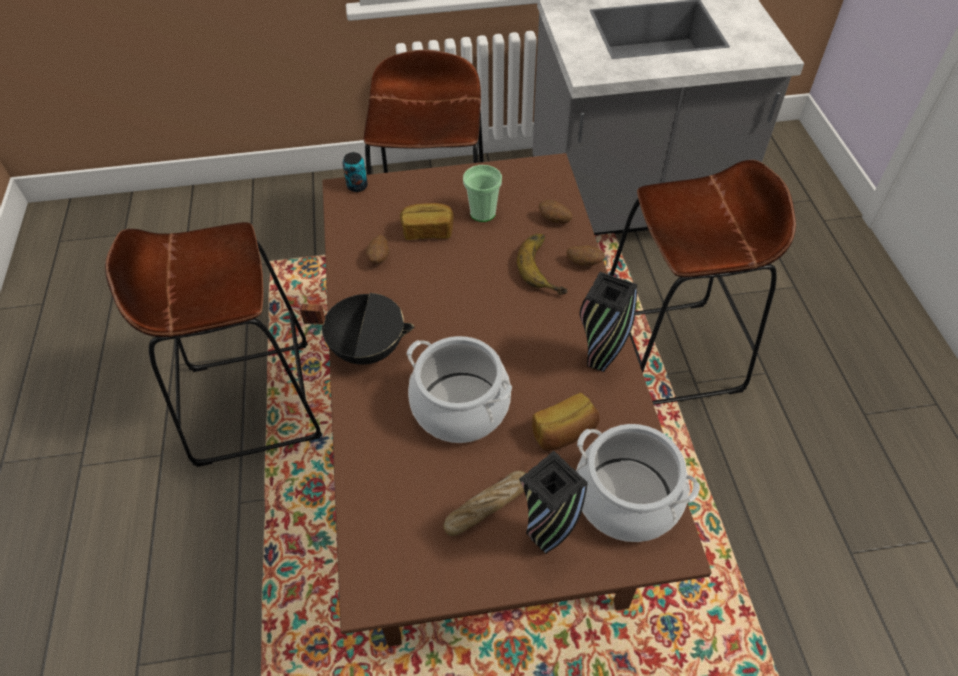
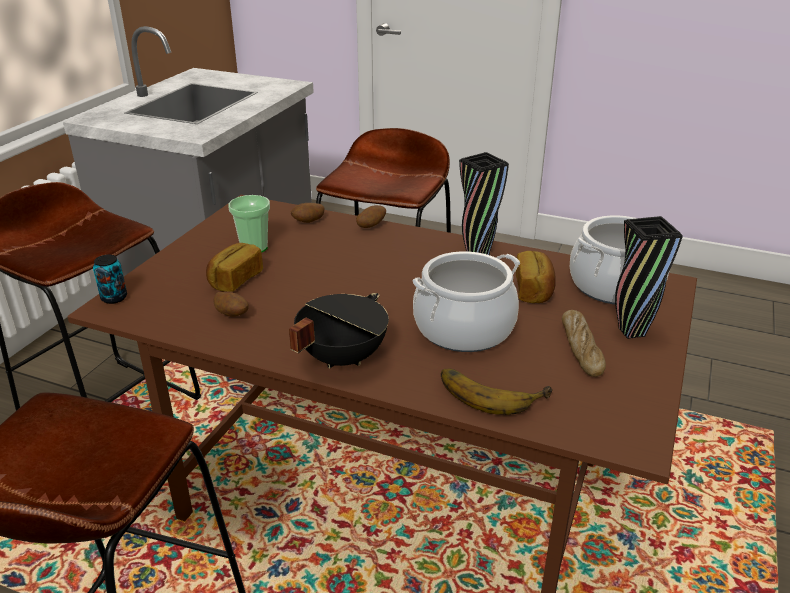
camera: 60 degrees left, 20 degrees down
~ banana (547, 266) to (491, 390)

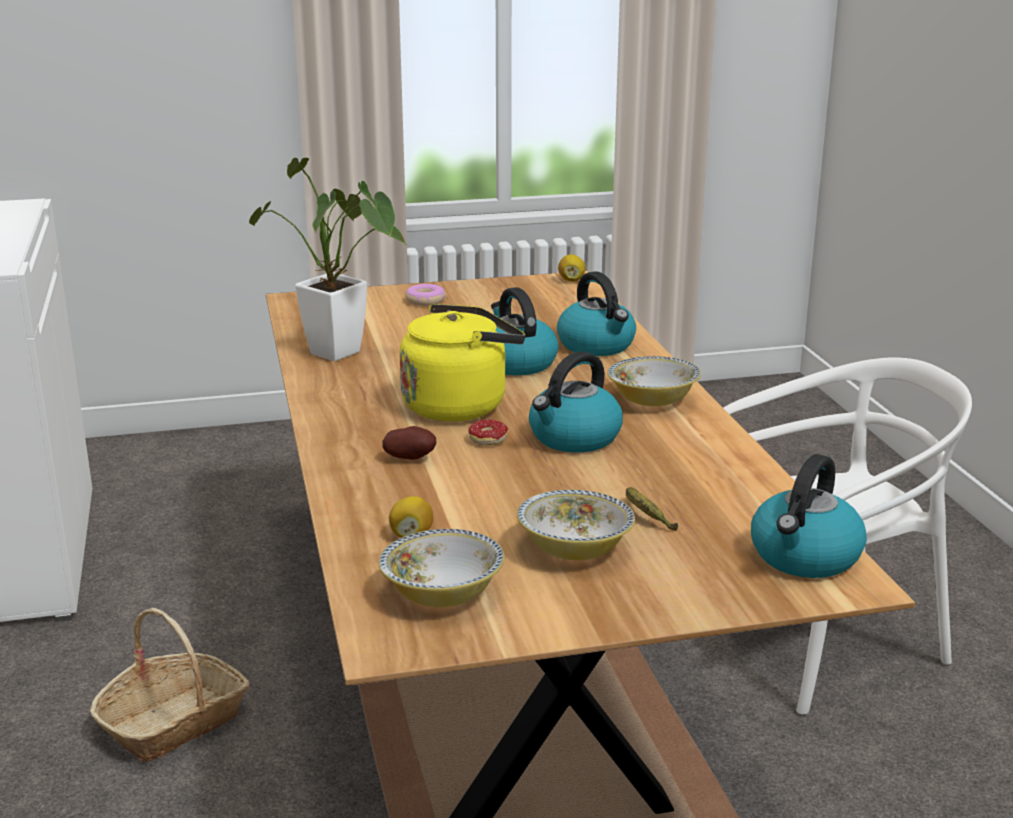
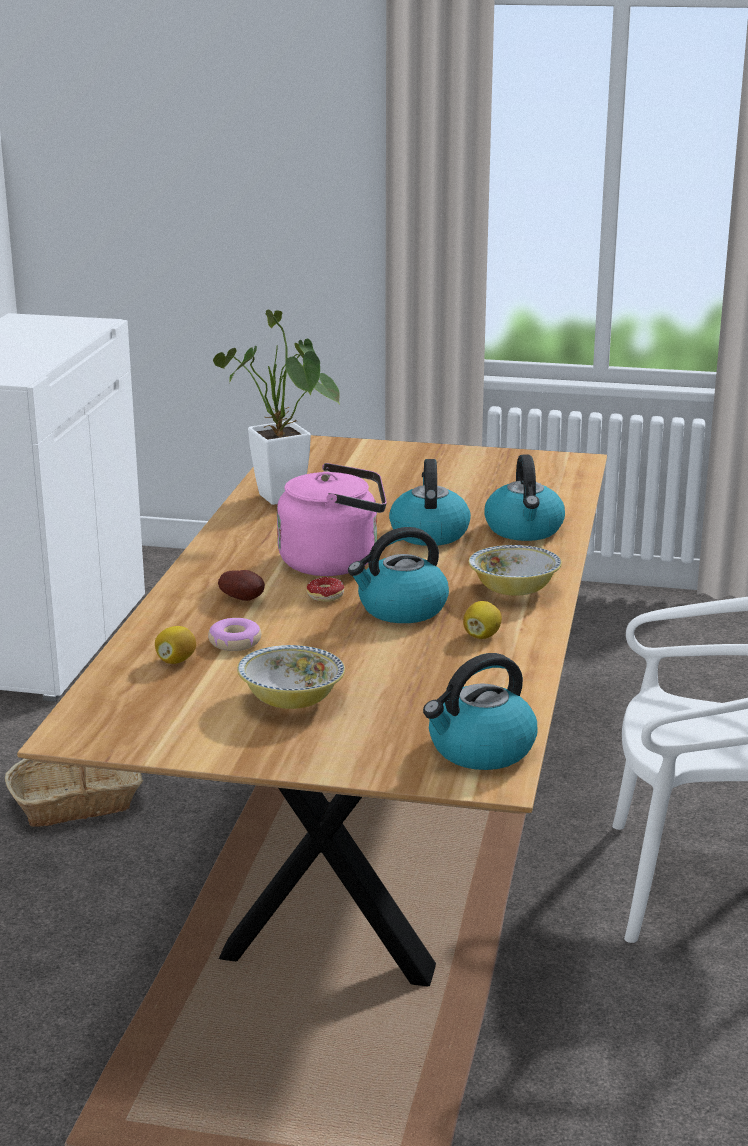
camera: 25 degrees right, 0 degrees up
~ lemon (571, 280) to (481, 636)
~ donut (425, 301) to (235, 642)
~ yellow kettle (459, 405) to pink kettle (335, 562)
- banana (645, 516)
- bowl (442, 594)

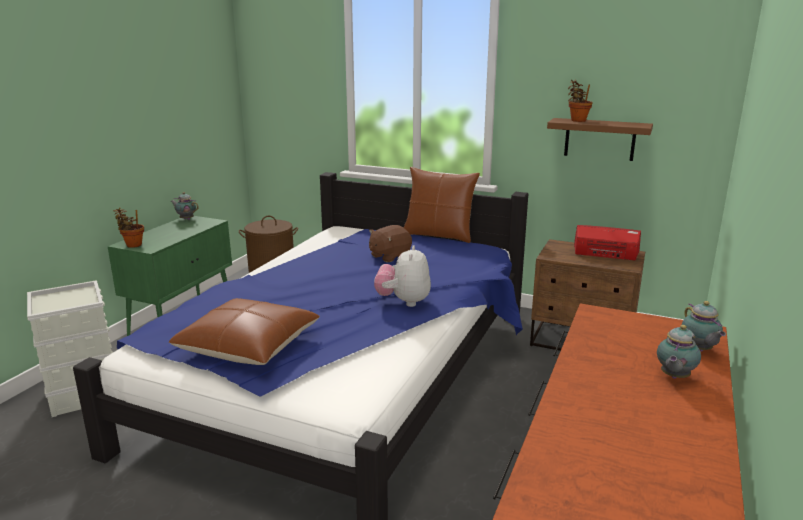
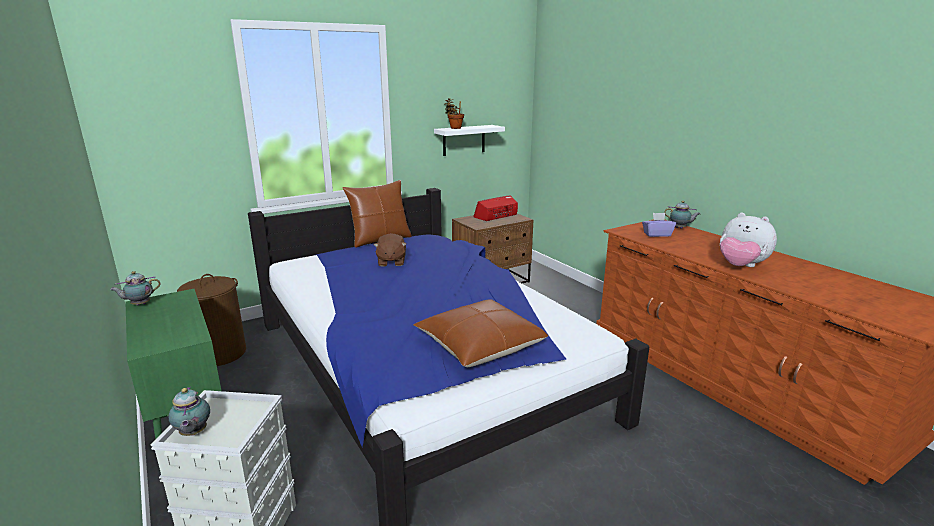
camera: 55 degrees left, 0 degrees up
~ brown shelf (599, 139) to white shelf (464, 140)
- potted plant (132, 245)
~ plush toy (403, 302) to (741, 266)
~ teapot (673, 377) to (193, 433)
+ purple tissue box (657, 234)

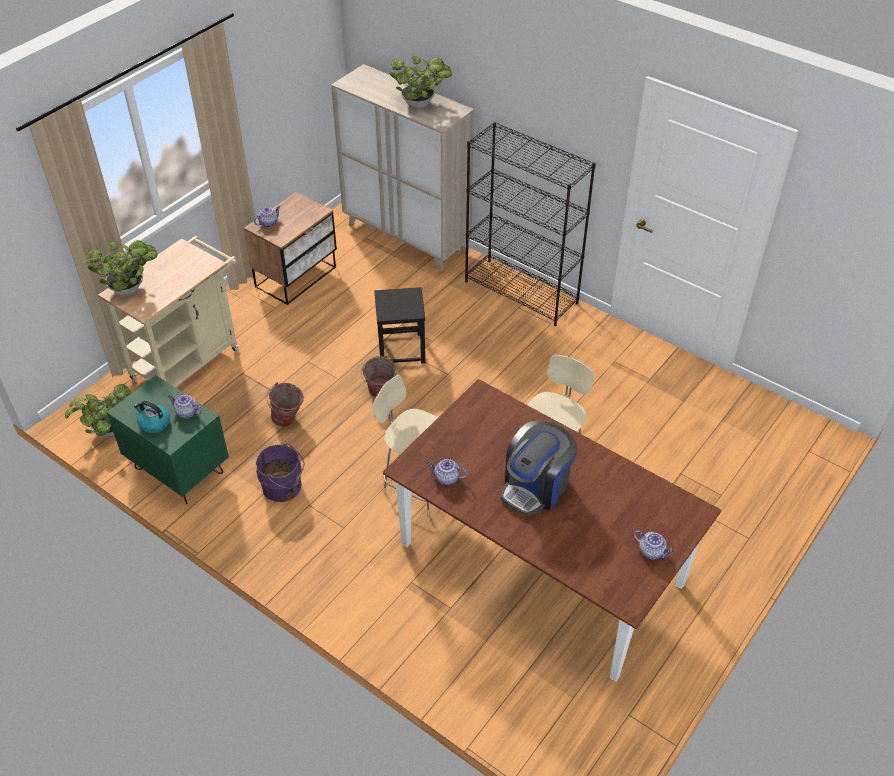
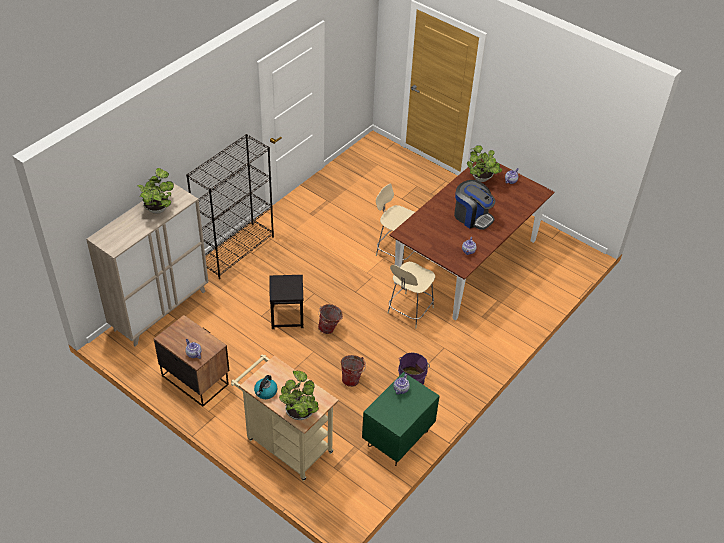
camera: 90 degrees left, 0 degrees up
~ potted plant (108, 430) to (482, 179)
~ kettle (154, 423) to (265, 392)

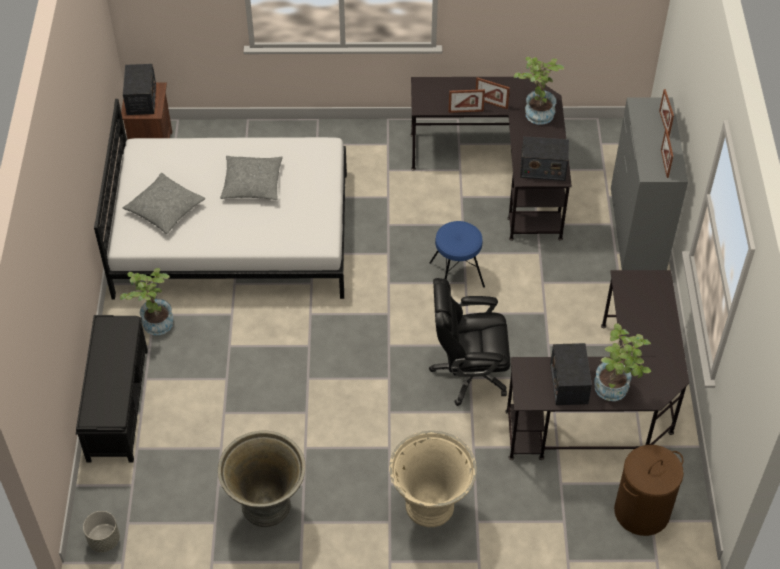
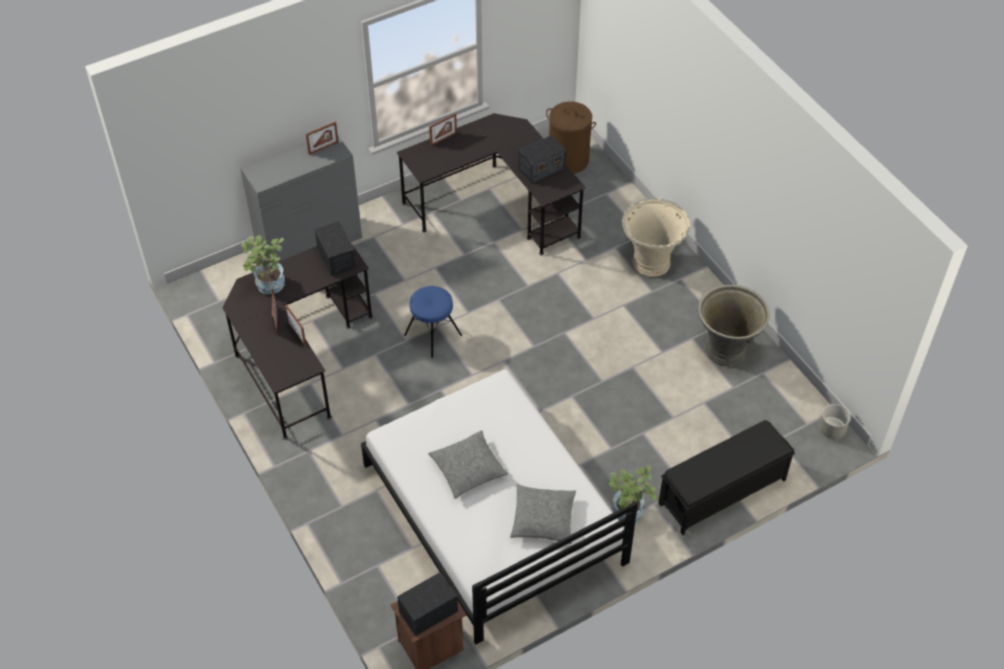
camera: 120 degrees left, 0 degrees up
~ picture frame (664, 124) to (443, 139)
- black office chair (469, 373)
- potted plant (616, 389)

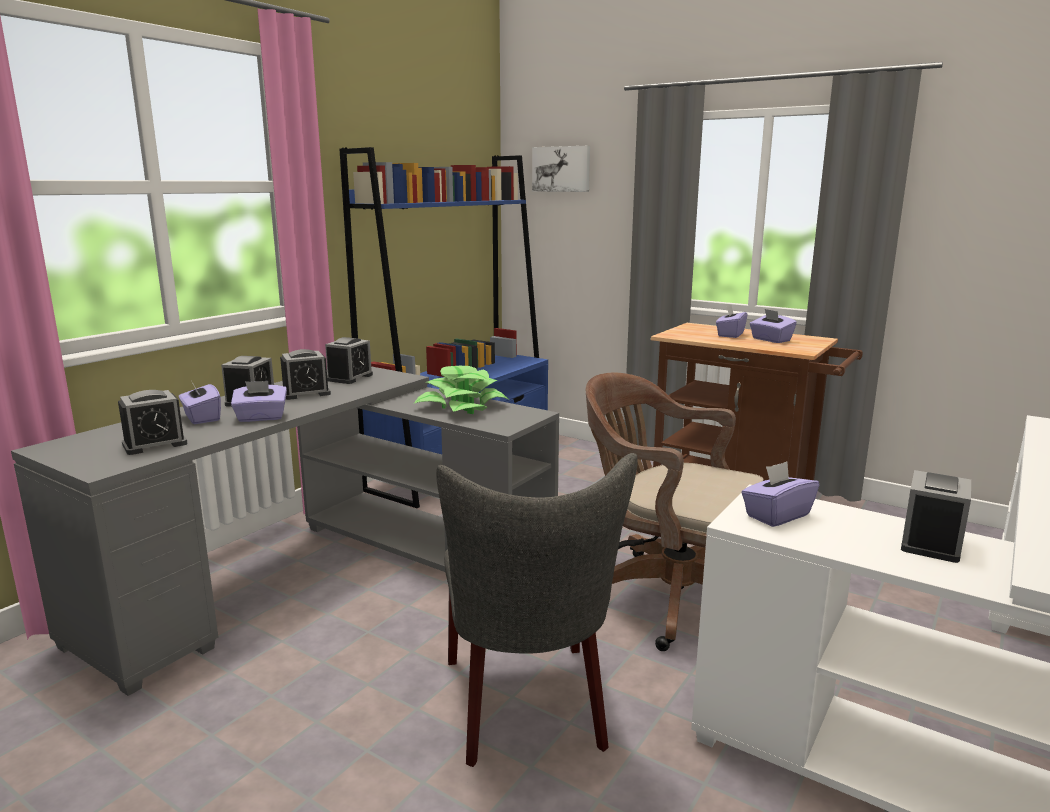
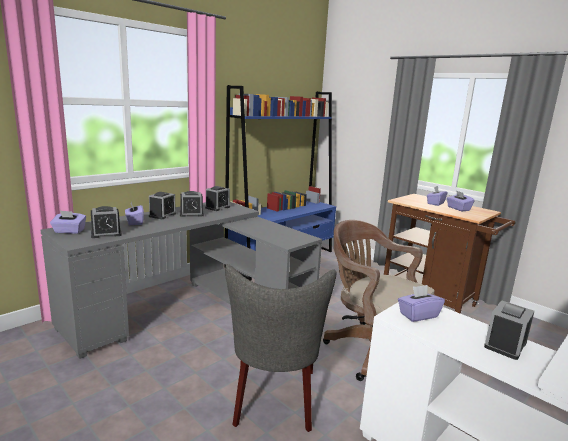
camera: 10 degrees right, 0 degrees up
- picture (562, 169)
- potted plant (462, 406)
~ purple tissue box (261, 417) to (69, 231)

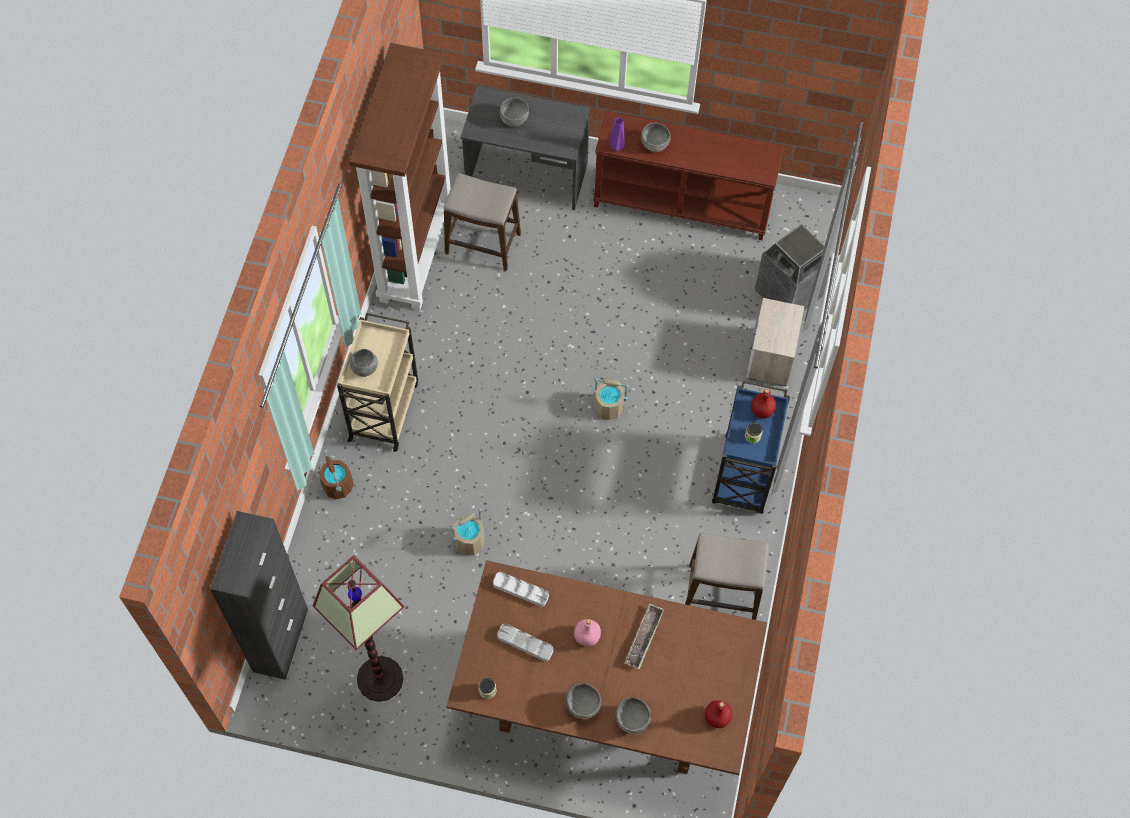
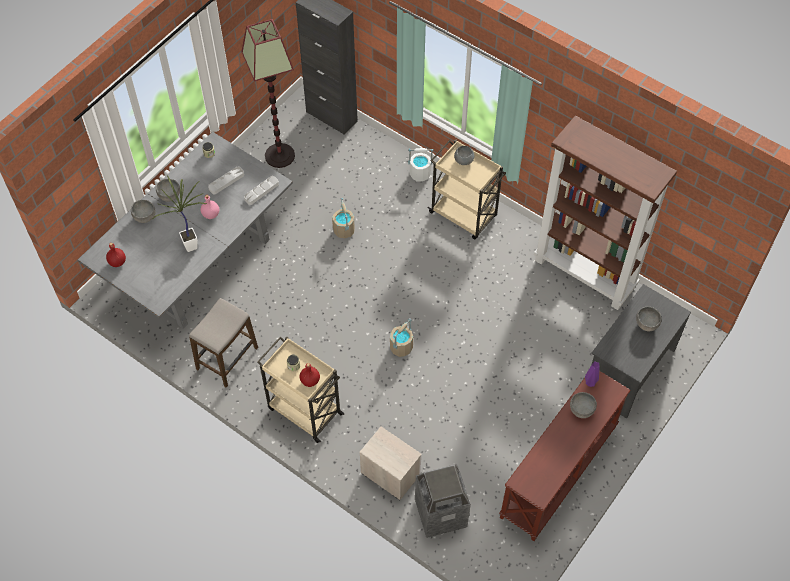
camera: 115 degrees right, 5 degrees down
- stool (483, 244)
~ blue cart (743, 476) to beige cart (304, 410)
~ brown bucket (337, 485) to white bucket (420, 173)
~ brown dining table (603, 698) to grey dining table (199, 263)
~ tray (644, 637) to potted plant (191, 244)

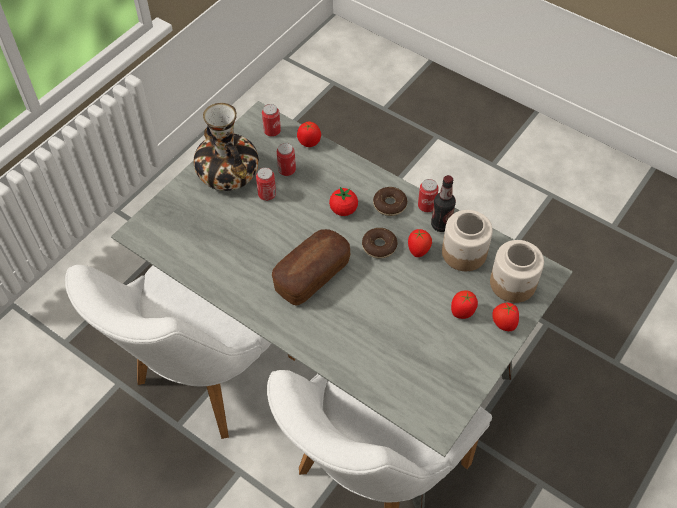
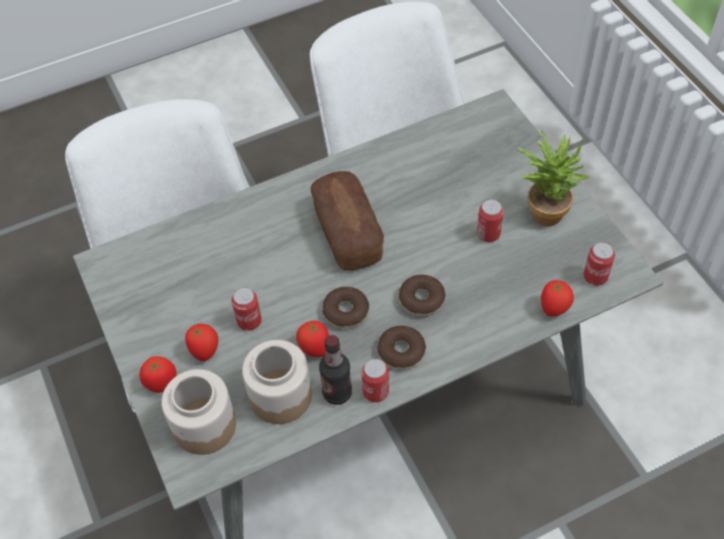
camera: 120 degrees right, 0 degrees up
~ vase (227, 172) to potted plant (544, 209)
~ can (287, 170) to (249, 321)
~ tomato (343, 210) to donut (421, 299)

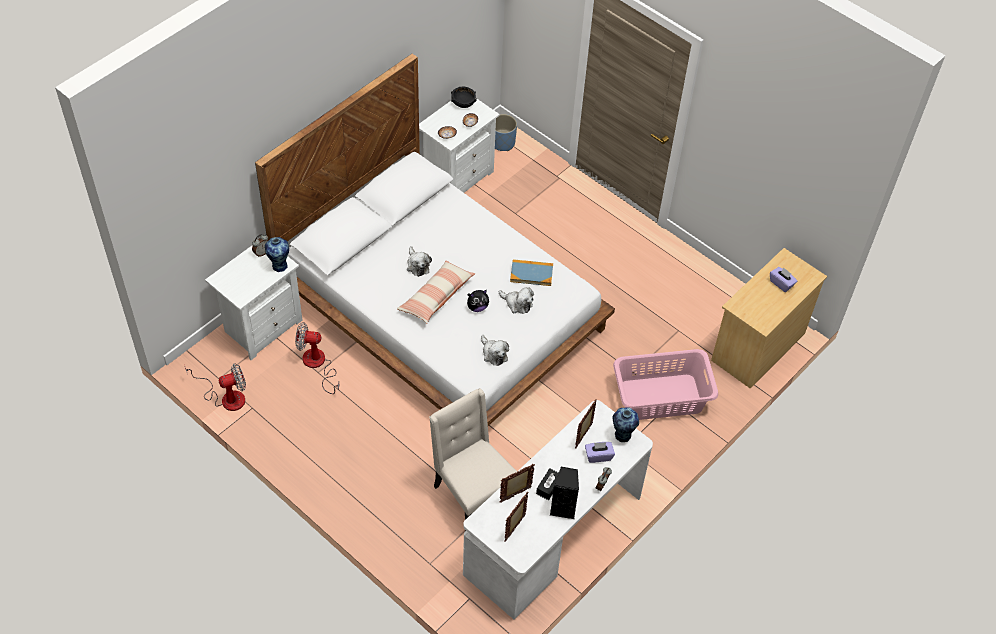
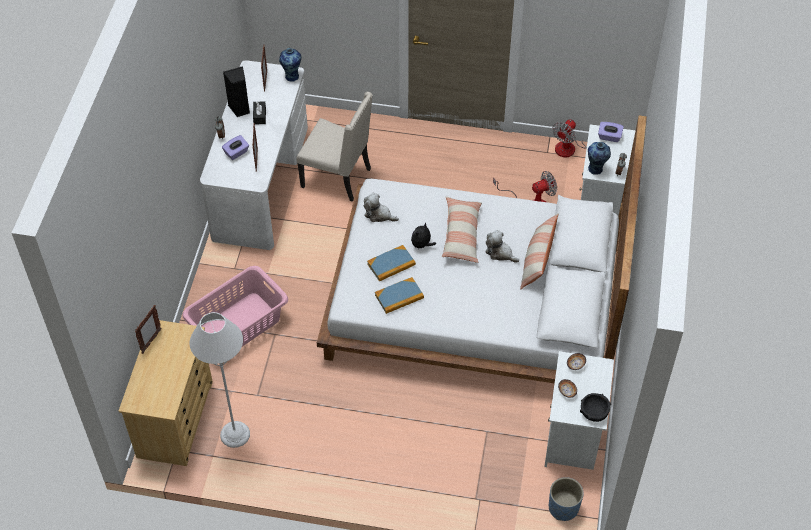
camera: 150 degrees right, 0 degrees up
~ purple tissue box (781, 283) to (609, 137)
~ plush toy (517, 304) to book (391, 264)
~ vase (622, 436) to (292, 76)
~ picture frame (516, 495) to (151, 341)
+ pillow (537, 261)
+ grey floor lamp (235, 434)

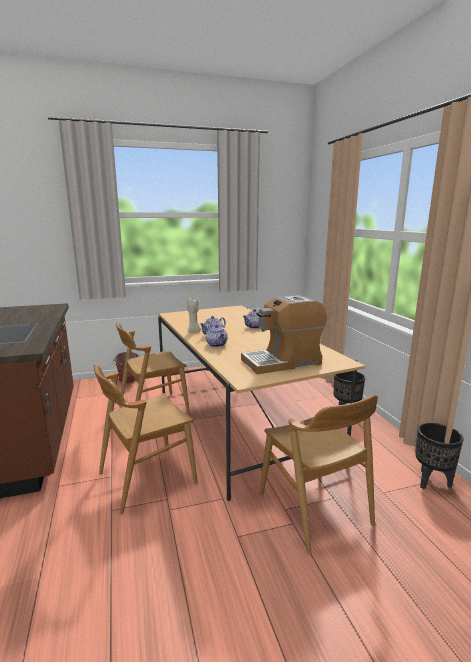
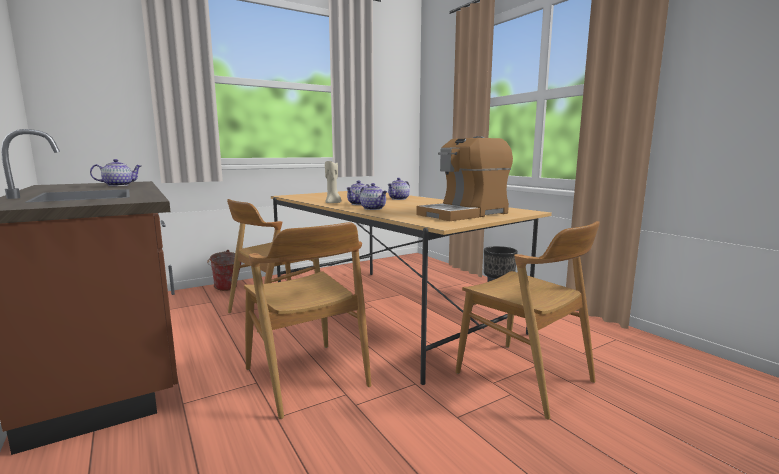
camera: 15 degrees left, 5 degrees down
~ brown chair (146, 478) = (306, 377) 75 degrees counterclockwise
- black planter (432, 482)
+ teapot (119, 185)

